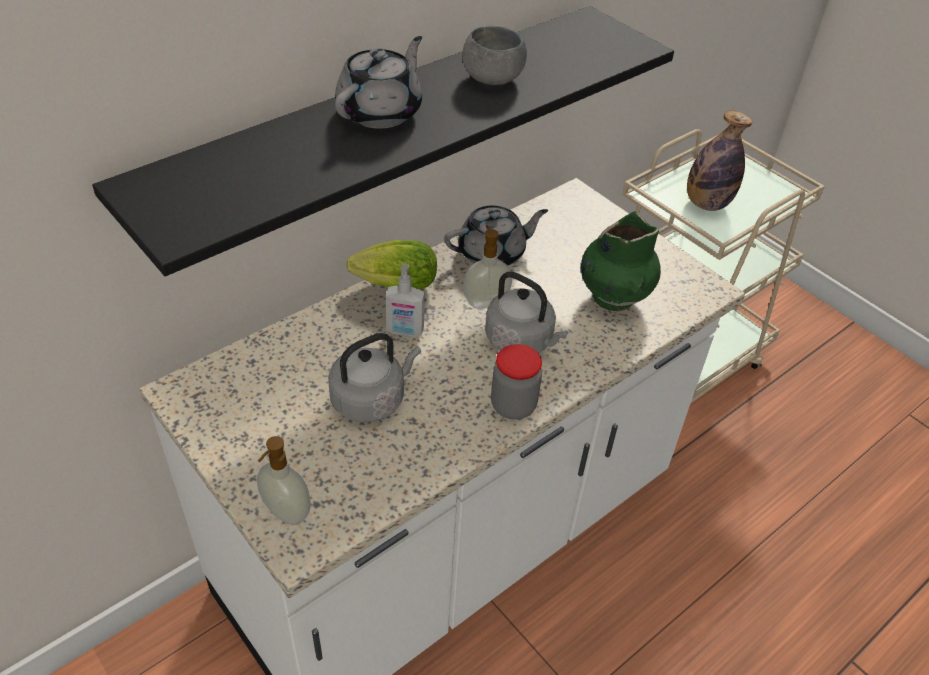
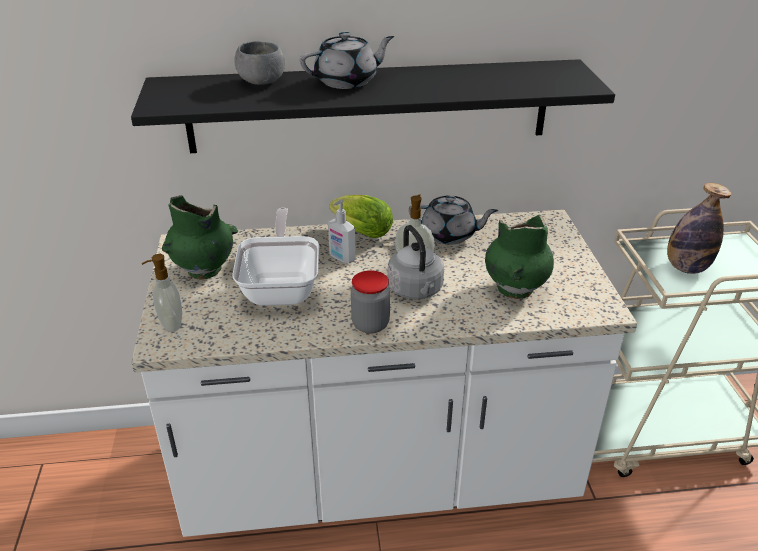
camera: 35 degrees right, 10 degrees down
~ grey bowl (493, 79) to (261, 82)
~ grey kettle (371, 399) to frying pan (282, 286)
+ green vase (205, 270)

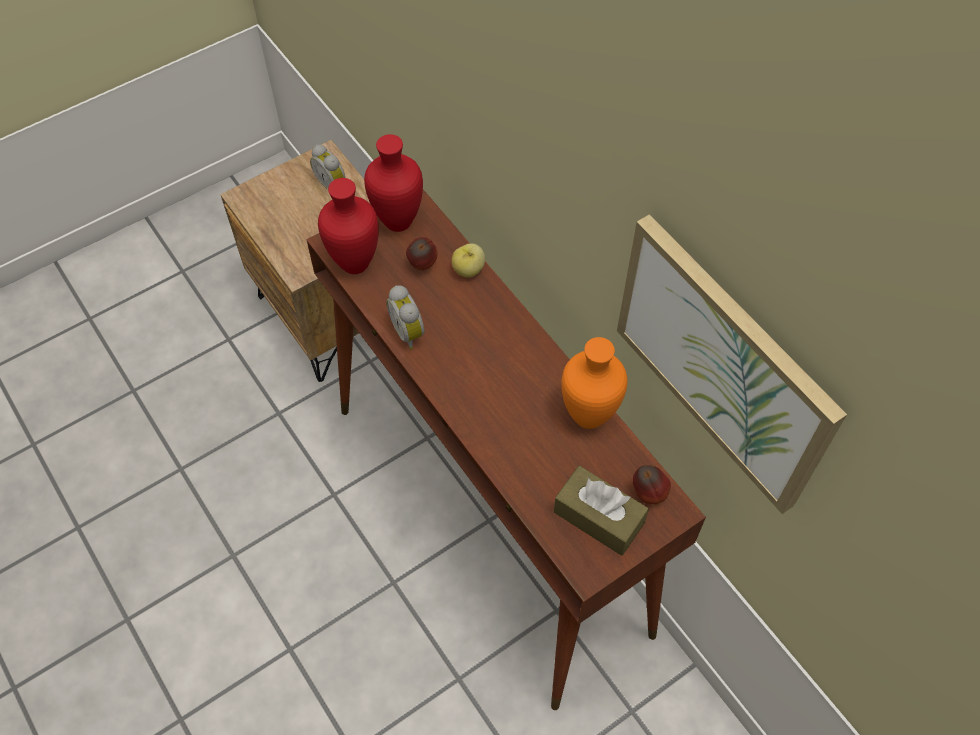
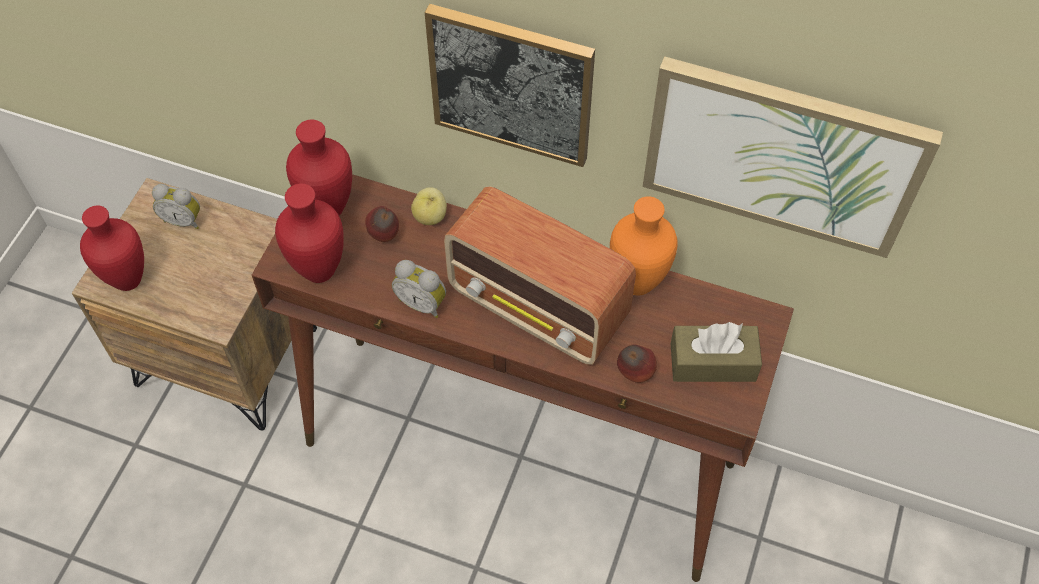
camera: 35 degrees left, 0 degrees up
~ apple (648, 494) to (635, 373)
+ picture (511, 84)
+ radio (539, 307)
+ red vase (128, 282)

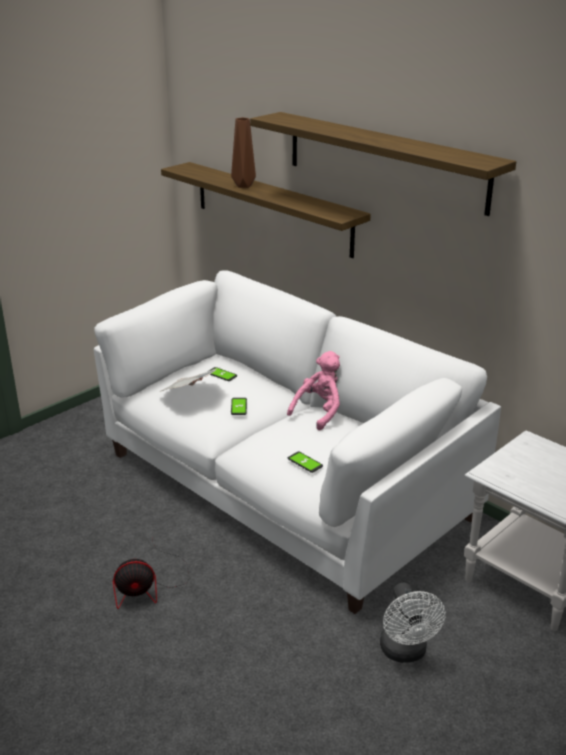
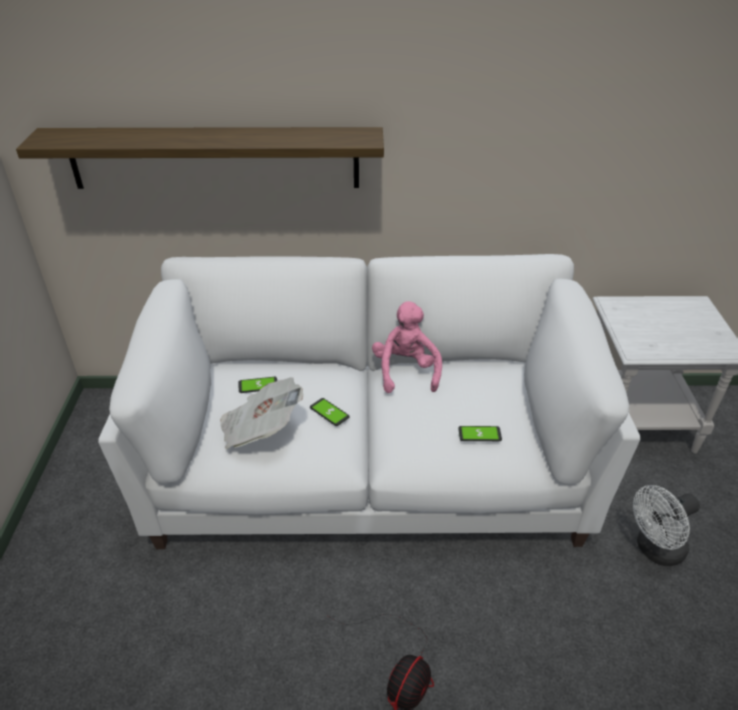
camera: 45 degrees left, 10 degrees up
- shelf (384, 161)
- brown vase (243, 186)
~ white fan (405, 652) = (655, 550) 120 degrees clockwise

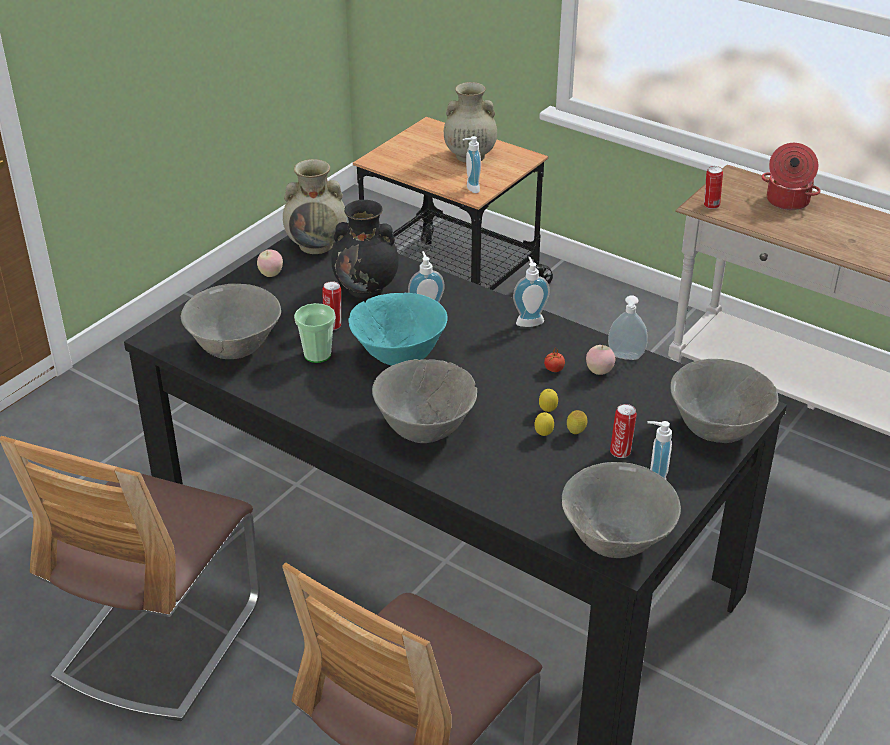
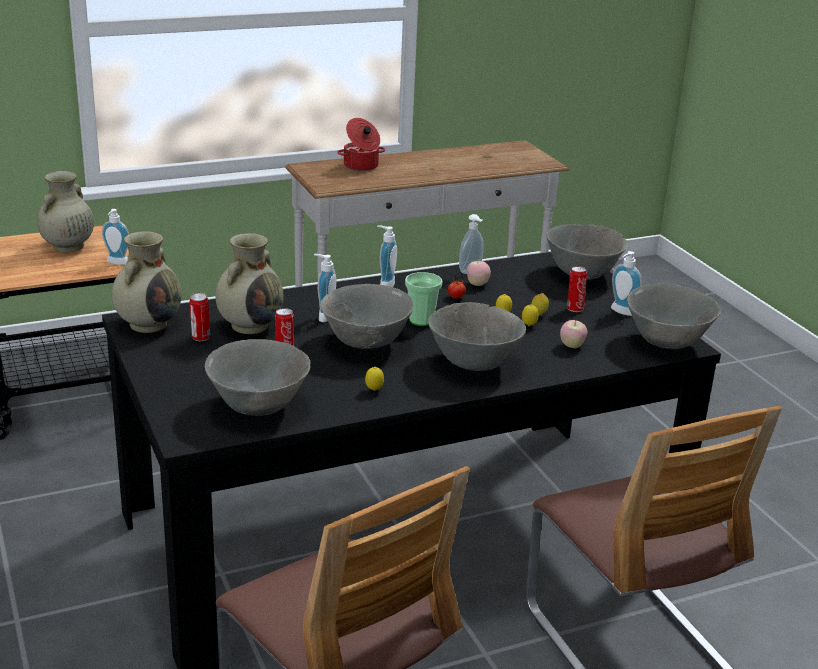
camera: 60 degrees left, 10 degrees down
~ can (710, 205) to (200, 338)
~ black vase (367, 288) to beige vase (250, 325)
~ apple (271, 274) to (572, 346)
~ turquoise bowl (399, 356) to grey bowl (366, 343)
~ cup (317, 355) to (421, 320)
+ lemon (374, 390)

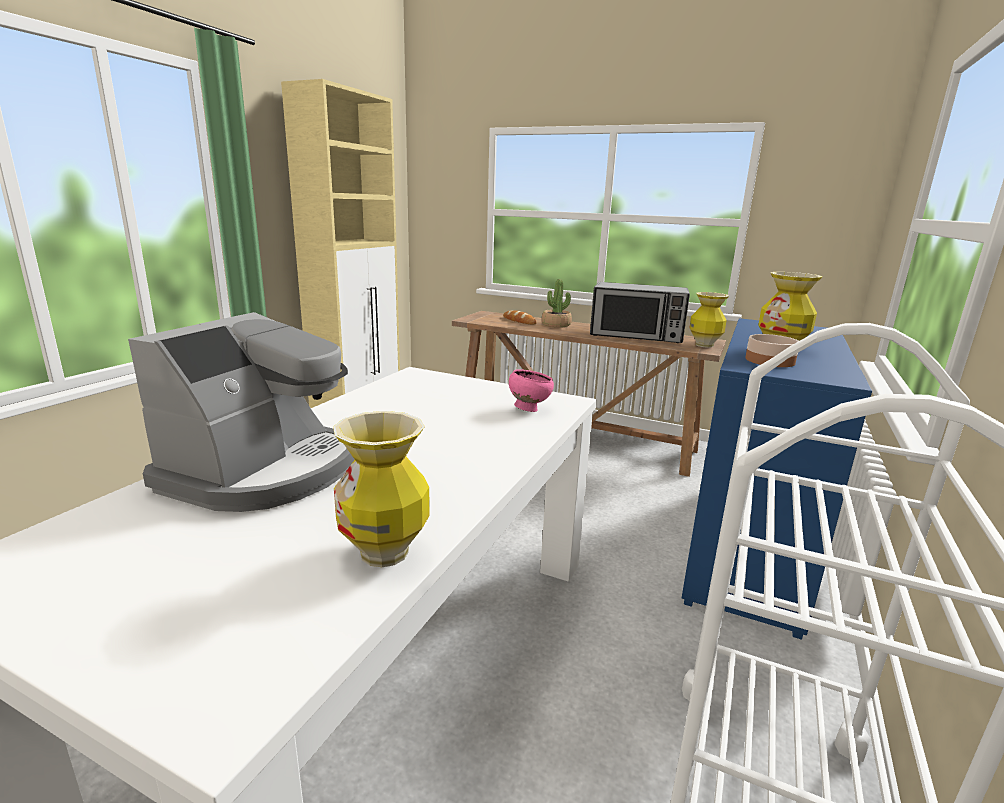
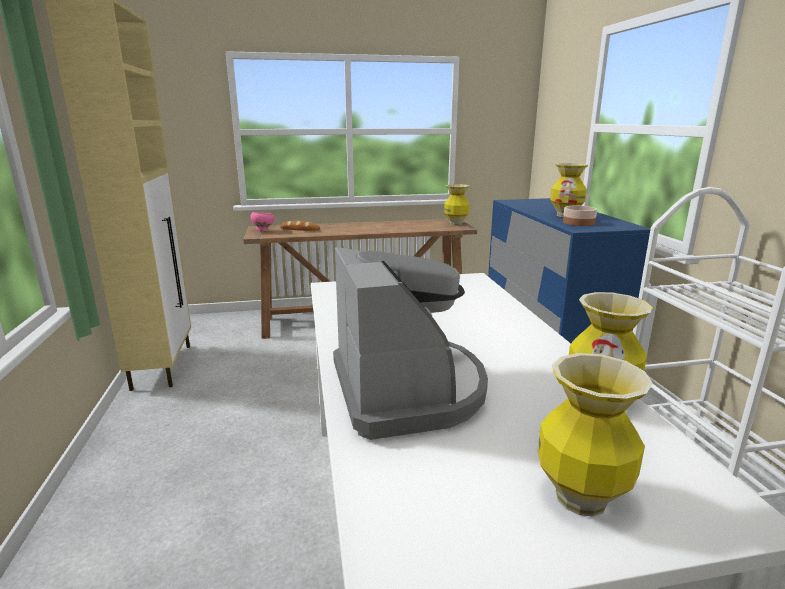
camera: 35 degrees left, 0 degrees up
- potted plant (556, 325)
- microwave (636, 336)
~ pink bowl (529, 409) to (263, 231)
+ vase (580, 498)

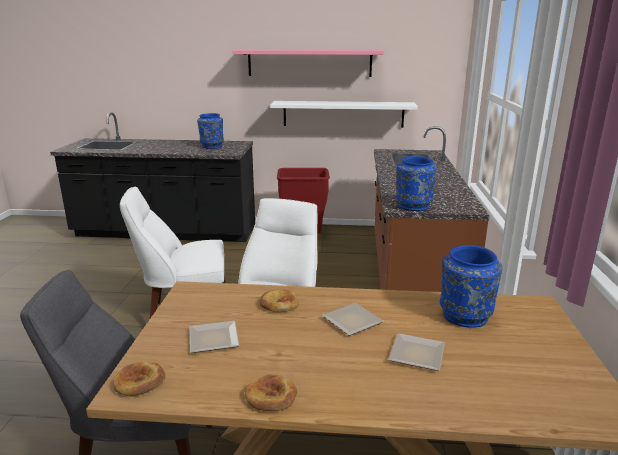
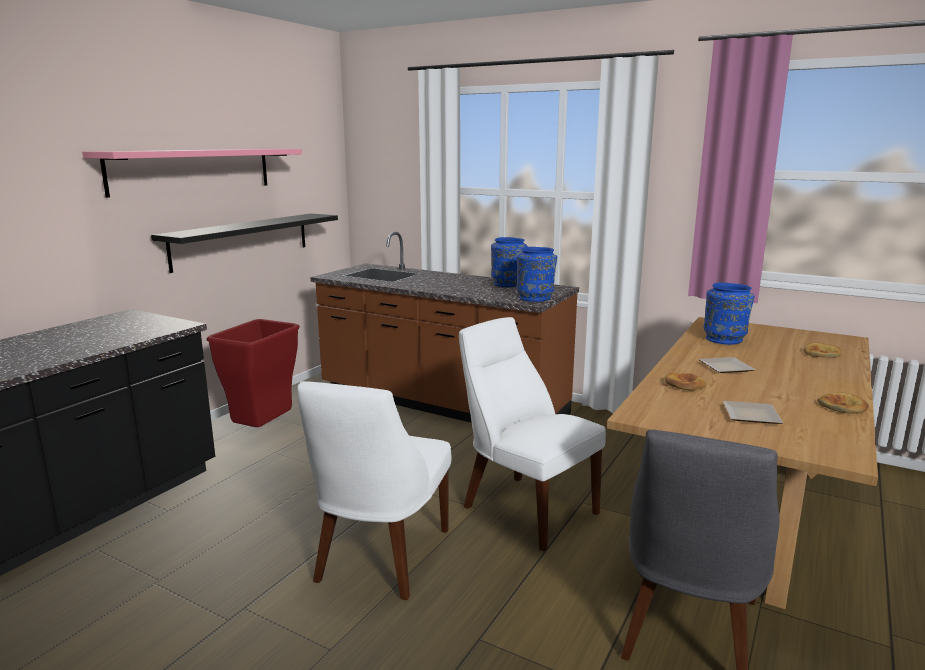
camera: 65 degrees left, 5 degrees down
~ white shelf (343, 114) to black shelf (242, 240)
~ blue vase (212, 146) to (508, 284)
- plate (419, 354)
~ bread (139, 382) to (822, 353)

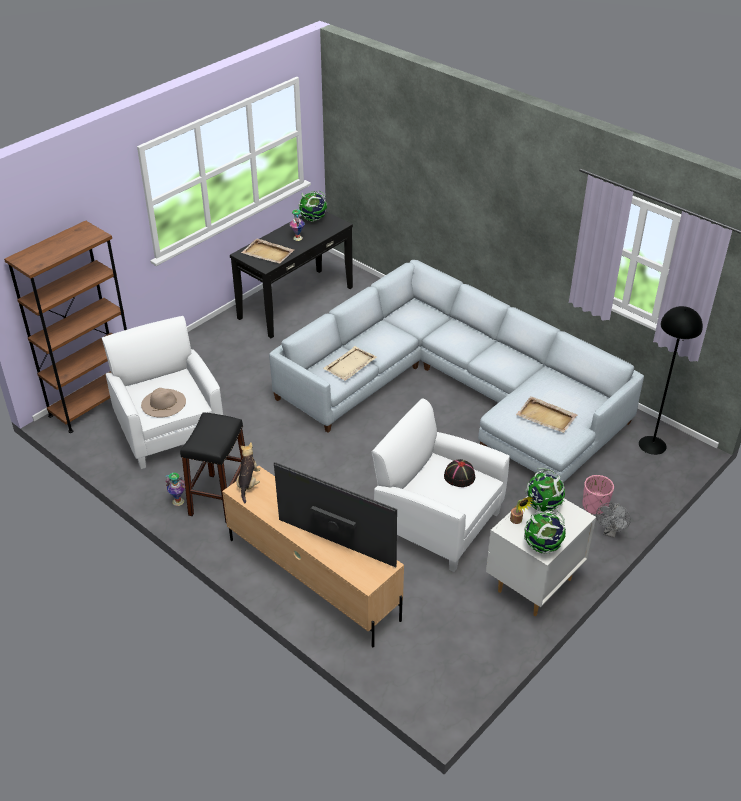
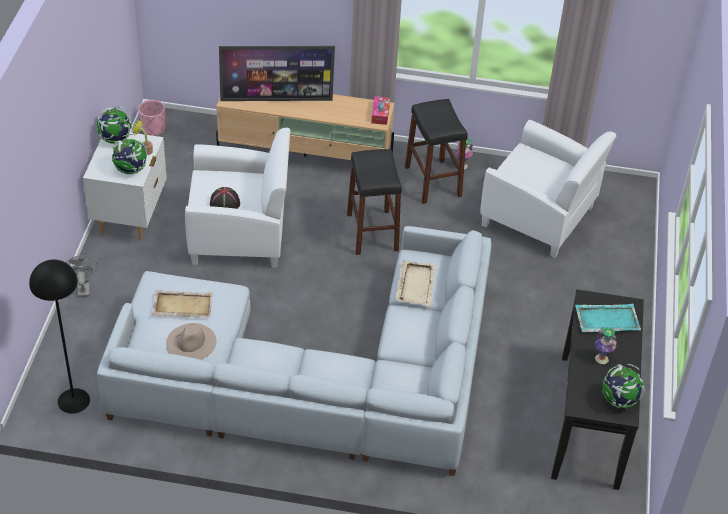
camera: 145 degrees right, 5 degrees up
- brown bookcase (94, 403)
~ beige tray (268, 253) to turquoise tray (606, 319)
~ beige hat (163, 403) to (191, 342)
~ plush toy (248, 483) to tissue box (380, 114)
~ pink planter (595, 506) to (153, 129)
+ black stool (372, 232)

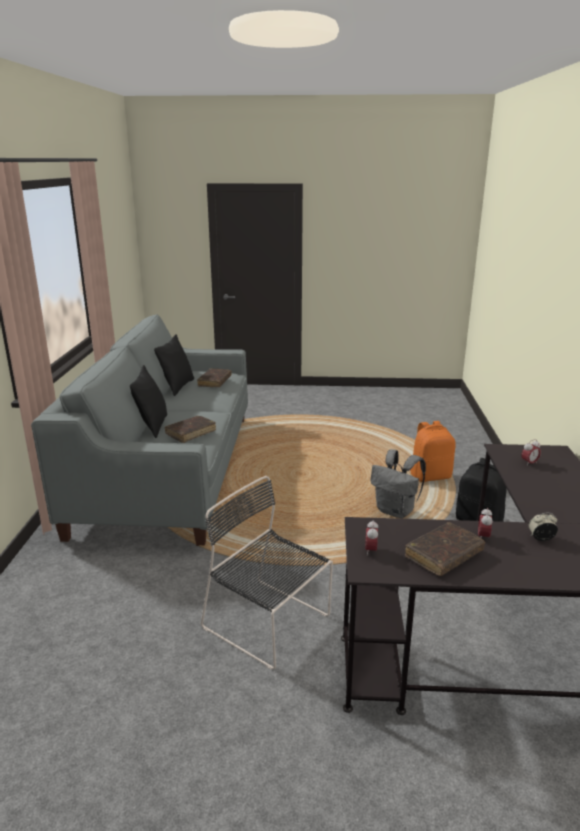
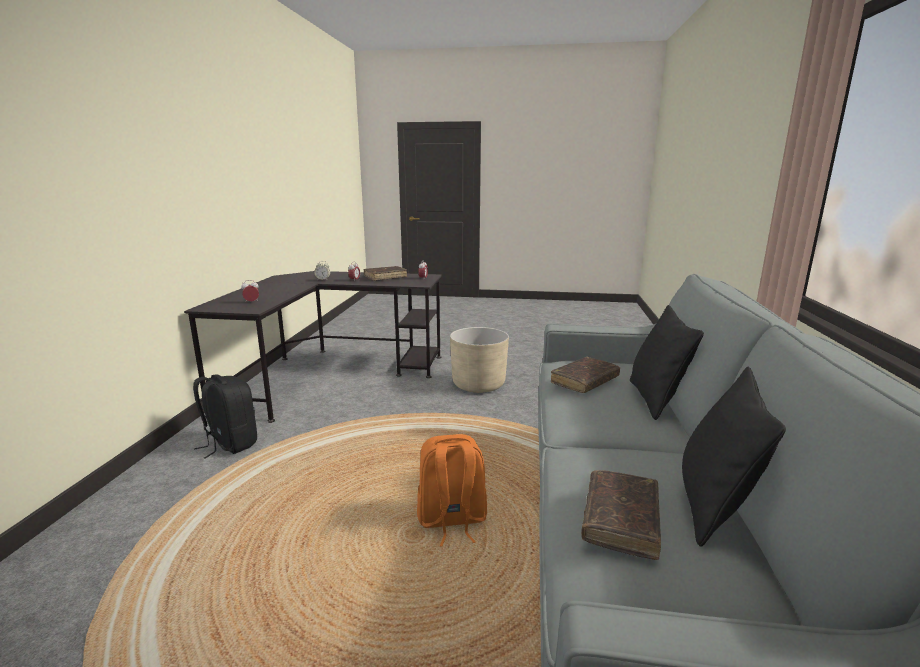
camera: 175 degrees left, 5 degrees down
~ orange backpack (430, 476) to (451, 520)
- grey backpack (396, 511)
~ black chair (269, 623) to beige planter (478, 384)

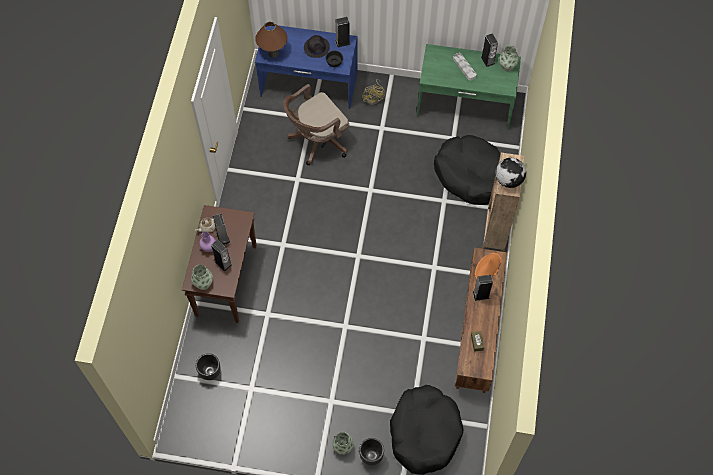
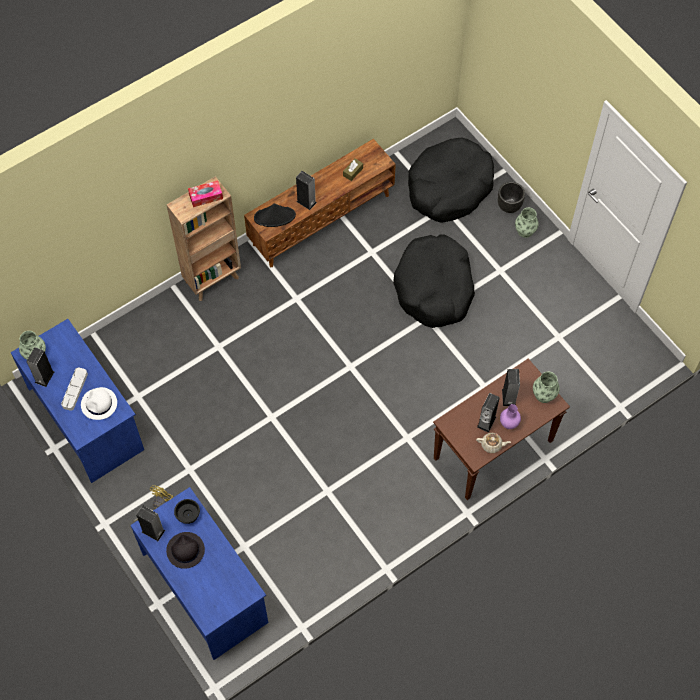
camera: 135 degrees left, 0 degrees up
- brown table lamp (273, 53)
~ green desk (464, 105) to blue desk (86, 418)
- brown office chair (317, 141)
~ black dog bed (470, 175) to (434, 288)
~ globe (508, 179) to tissue box (206, 196)
~ orange hat (487, 268) to black hat (275, 216)
- black planter (209, 372)
+ white hat (99, 404)

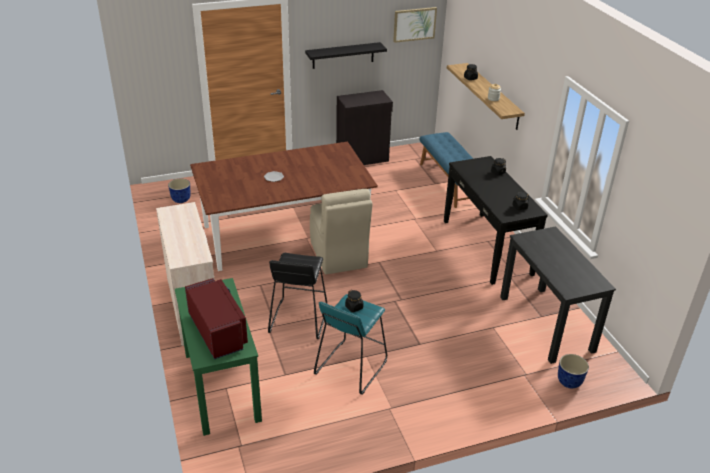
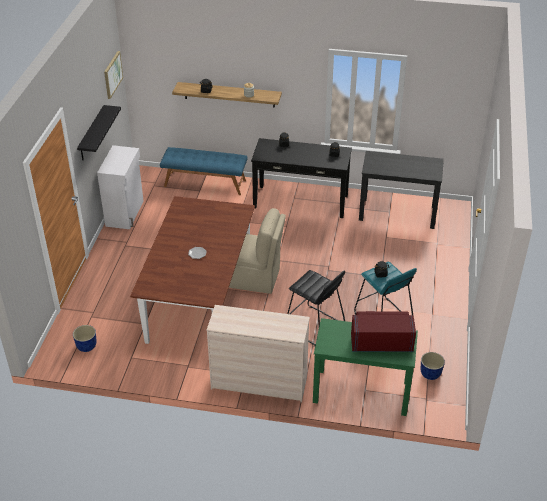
camera: 60 degrees left, 5 degrees up
~ black cabinet (363, 159) to white cabinet (125, 213)
~ planter (569, 382) to (430, 374)

